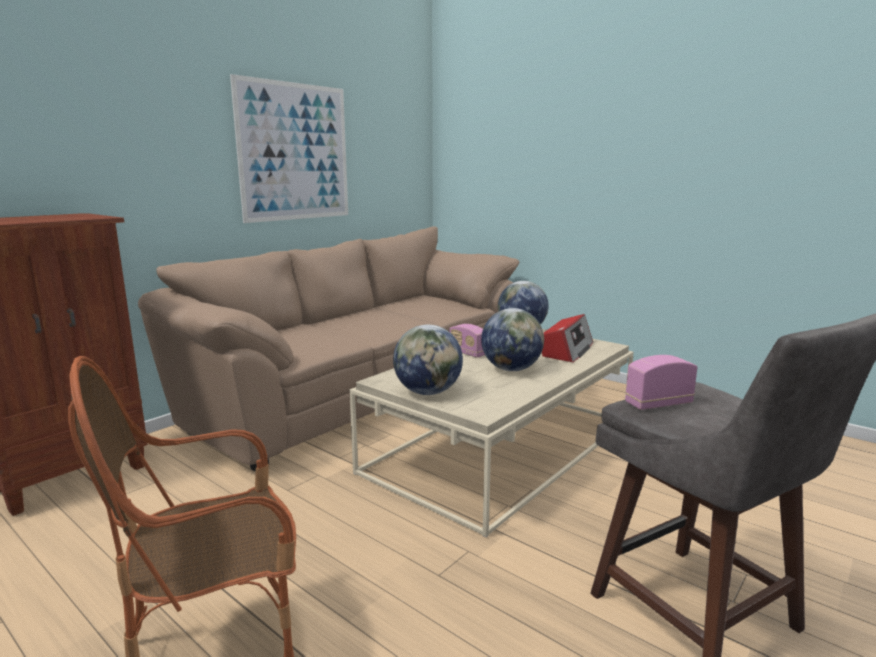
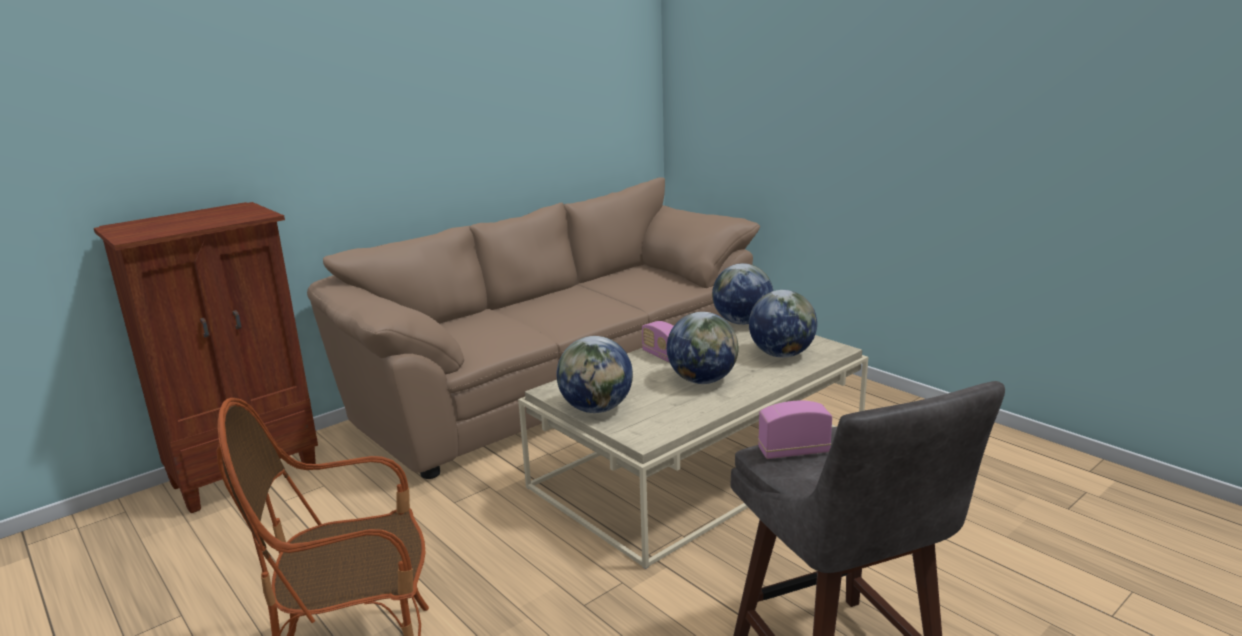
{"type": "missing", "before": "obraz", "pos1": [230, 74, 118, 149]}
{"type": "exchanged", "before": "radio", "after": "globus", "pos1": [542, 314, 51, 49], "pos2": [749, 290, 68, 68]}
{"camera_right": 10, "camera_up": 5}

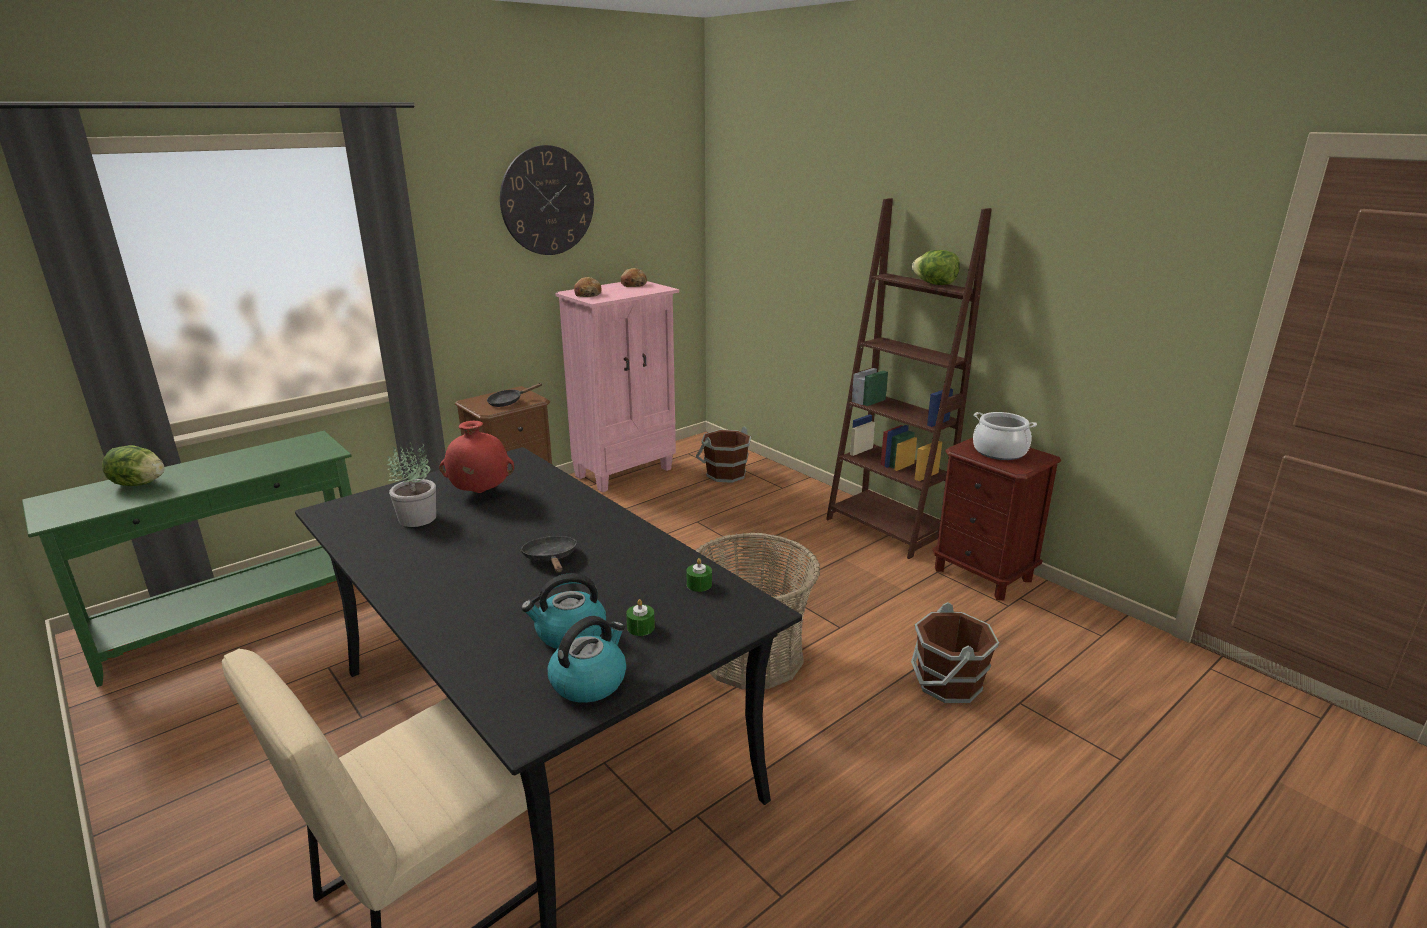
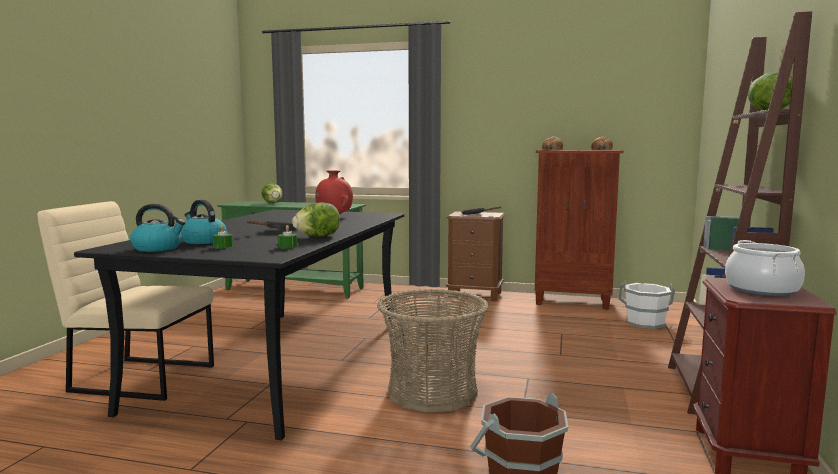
{"type": "missing", "before": "roślina doniczkowa", "pos1": [387, 443, 49, 84]}
{"type": "missing", "before": "zegar ścienny", "pos1": [500, 145, 94, 110]}
{"type": "colour", "before": "szafka/różowy", "after": "szafka/brązowy", "pos1": [555, 281, 124, 211], "pos2": [535, 150, 89, 159]}
{"type": "colour", "before": "wiadro/brązowy", "after": "wiadro/biały", "pos1": [696, 426, 55, 57], "pos2": [619, 280, 56, 49]}
{"type": "appeared", "after": "sałata", "pos2": [292, 202, 48, 35]}
{"camera_right": 55, "camera_up": -15}

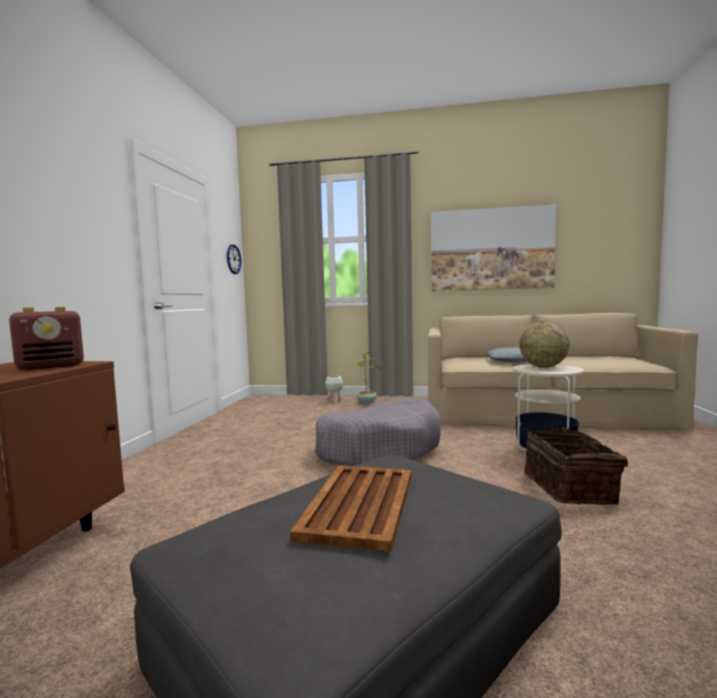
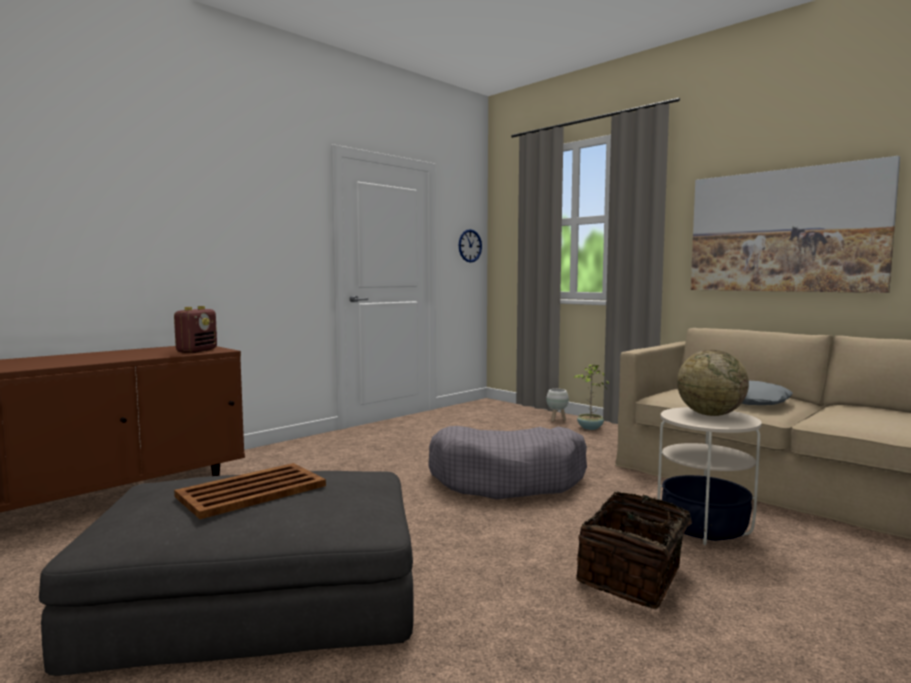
{"type": "spun", "before": "radio", "pos1": [9, 307, 75, 63], "pos2": [174, 306, 43, 47], "turn": -75}
{"camera_right": 35, "camera_up": 0}

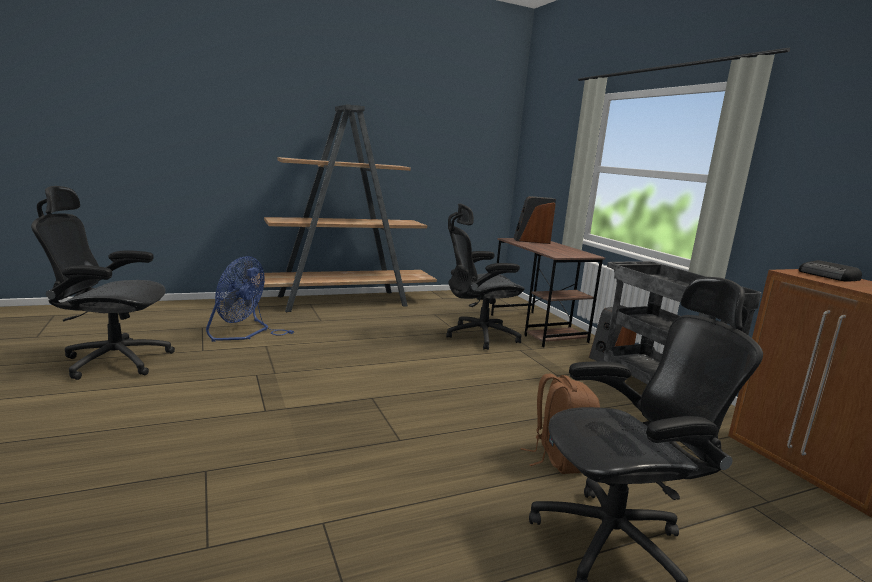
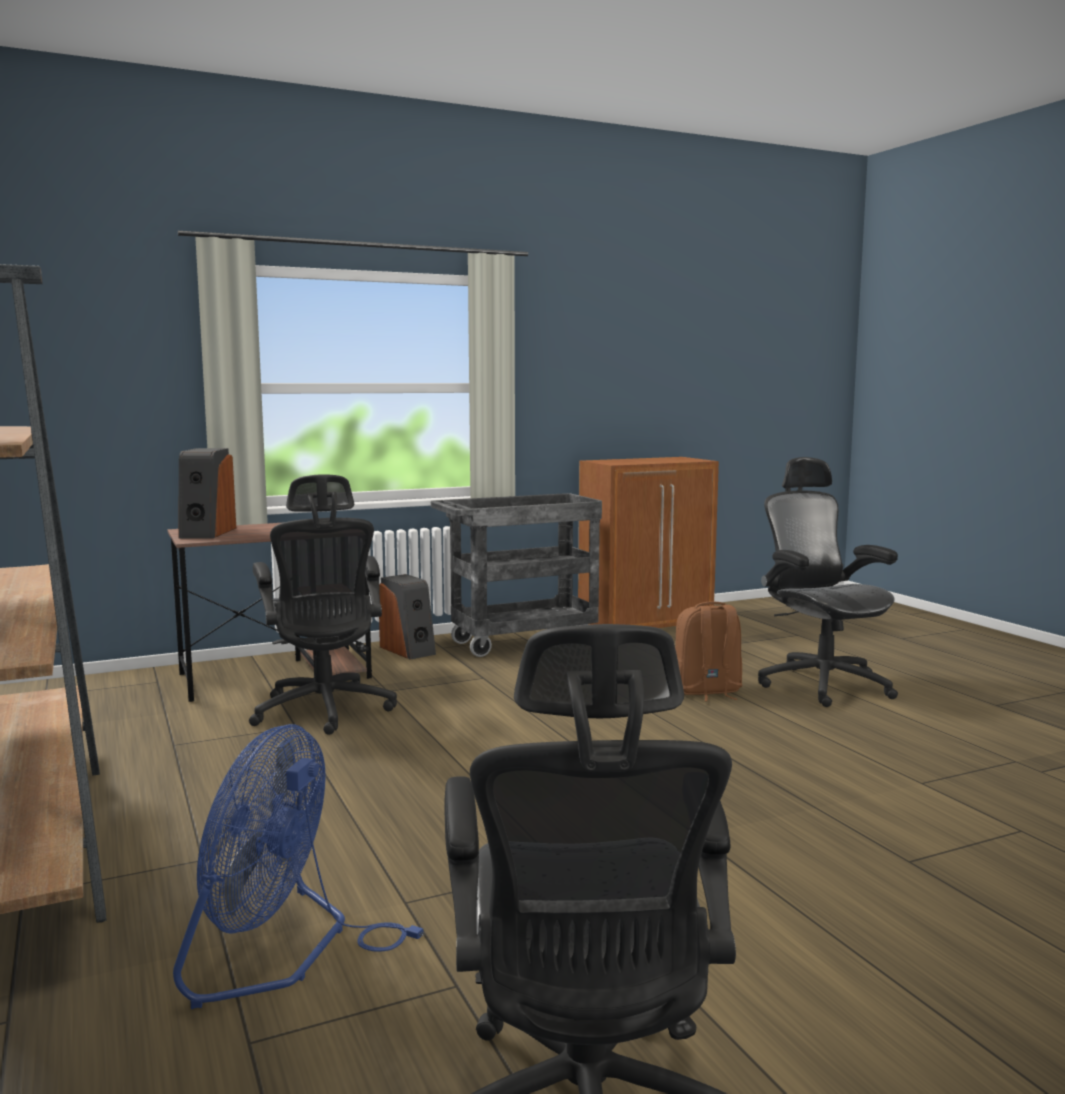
{"type": "spun", "before": "wentylator/niebieski", "pos1": [206, 256, 88, 86], "pos2": [173, 724, 252, 285], "turn": 90}
{"type": "missing", "before": "radio", "pos1": [798, 260, 64, 22]}
{"camera_right": -90, "camera_up": -5}

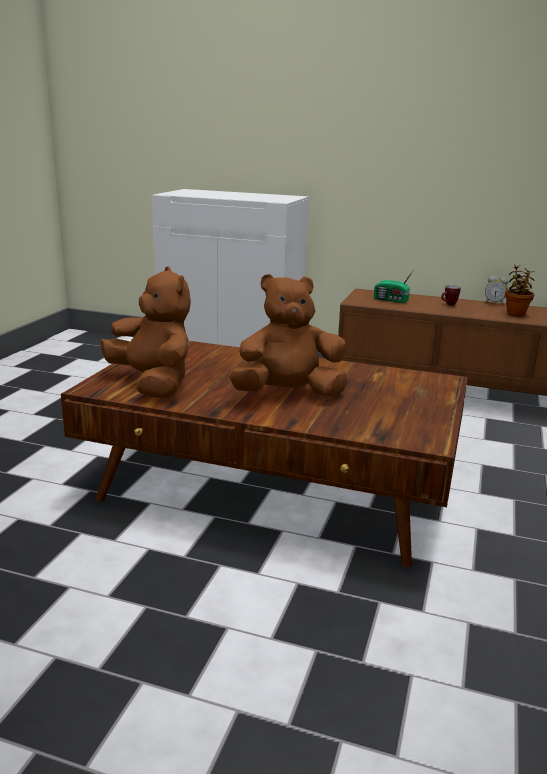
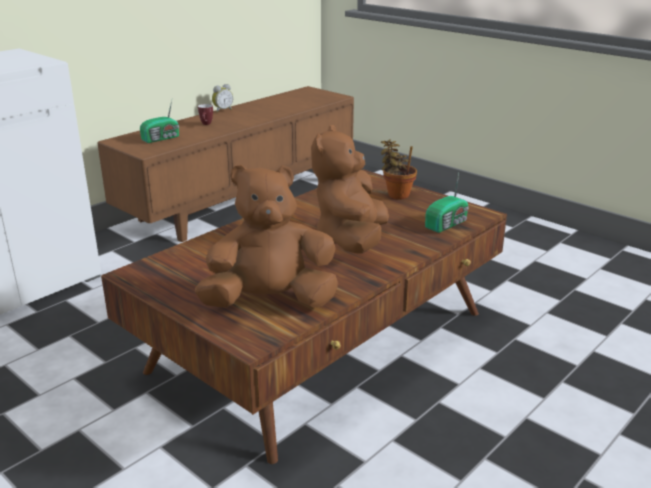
{"type": "relocated", "before": "roślina doniczkowa", "pos1": [505, 265, 30, 52], "pos2": [381, 139, 36, 61]}
{"type": "appeared", "after": "radio", "pos2": [425, 173, 44, 60]}
{"camera_right": -65, "camera_up": 5}

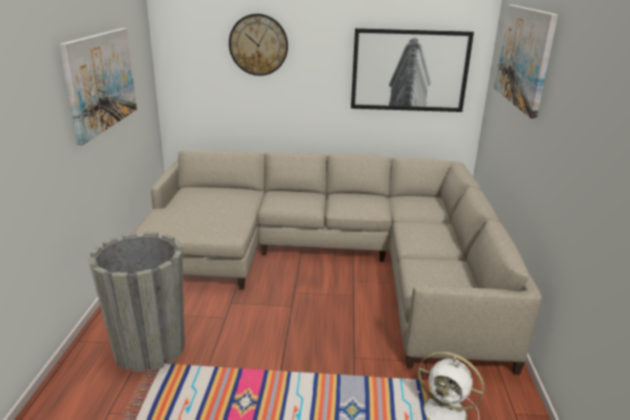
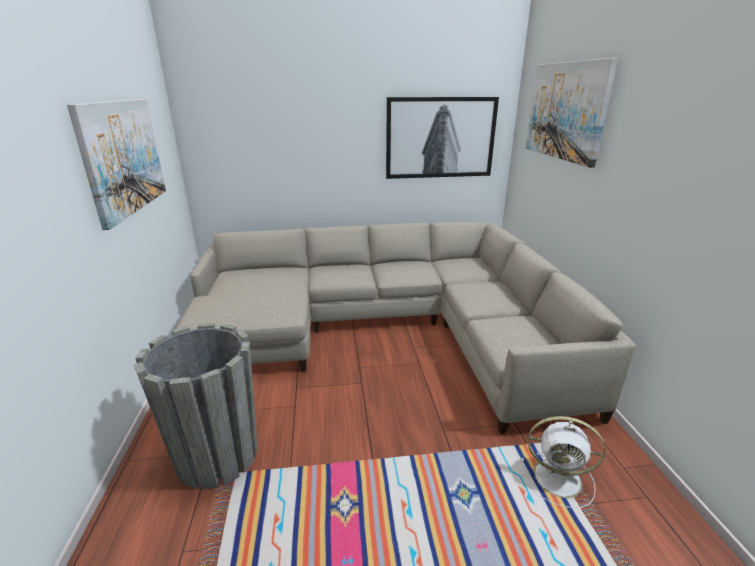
{"type": "missing", "before": "zegar ścienny", "pos1": [229, 14, 59, 62]}
{"camera_right": -10, "camera_up": 0}

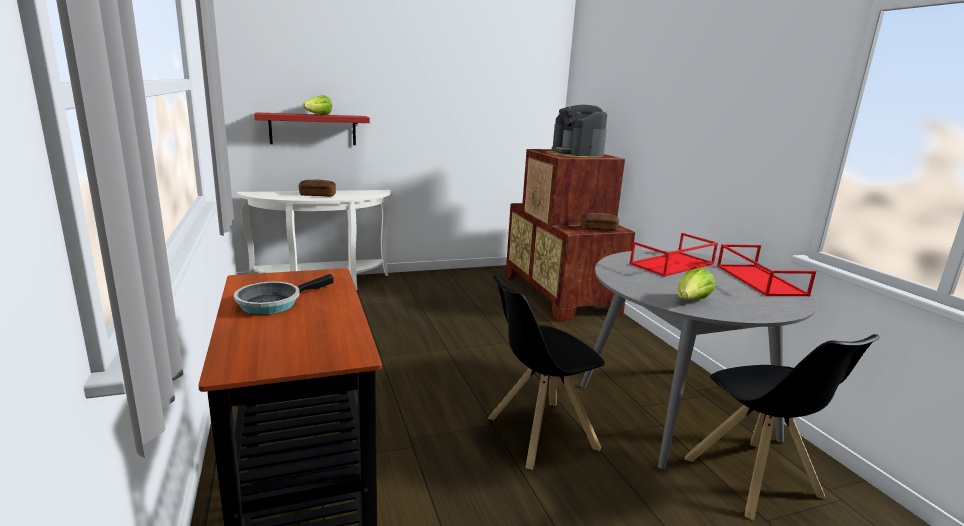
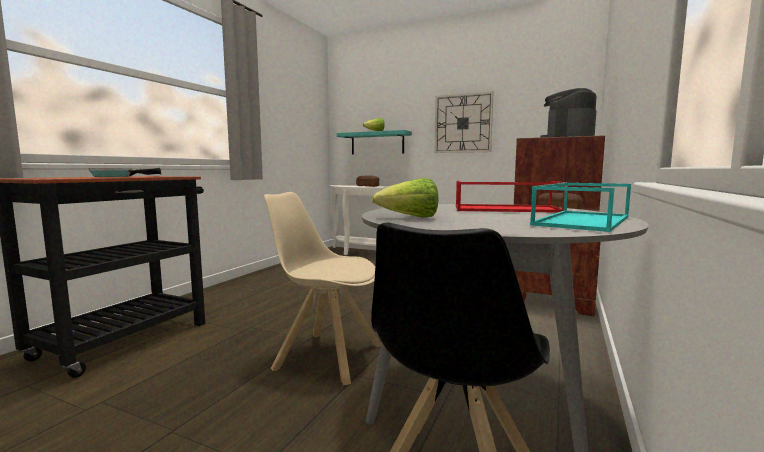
{"type": "colour", "before": "półka/czerwony", "after": "półka/turkusowy", "pos1": [254, 112, 116, 33], "pos2": [337, 130, 75, 24]}
{"type": "colour", "before": "krzesło/czarny", "after": "krzesło/beżowy", "pos1": [488, 275, 117, 195], "pos2": [264, 192, 117, 193]}
{"type": "colour", "before": "taca/czerwony", "after": "taca/turkusowy", "pos1": [717, 244, 99, 52], "pos2": [530, 183, 101, 49]}
{"type": "appeared", "after": "zegar ścienny", "pos2": [434, 91, 60, 62]}
{"camera_right": 45, "camera_up": -10}

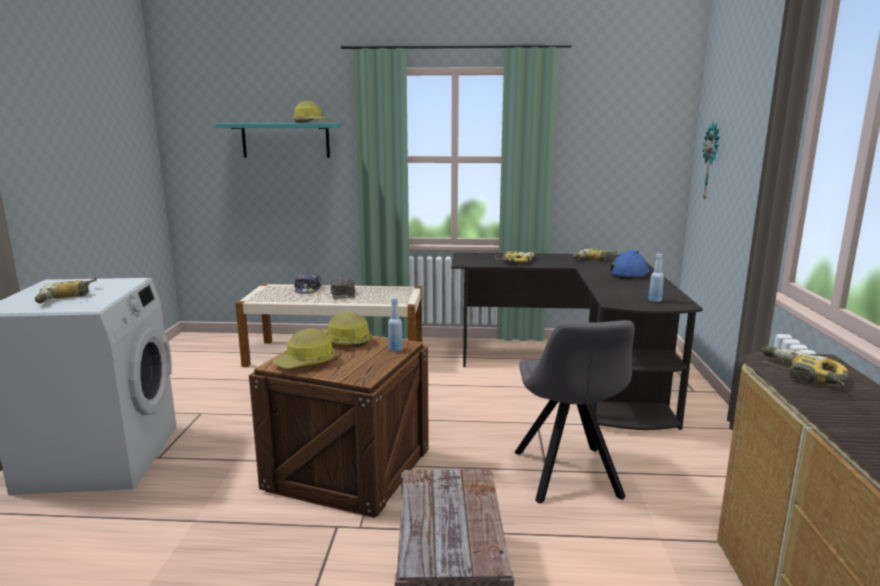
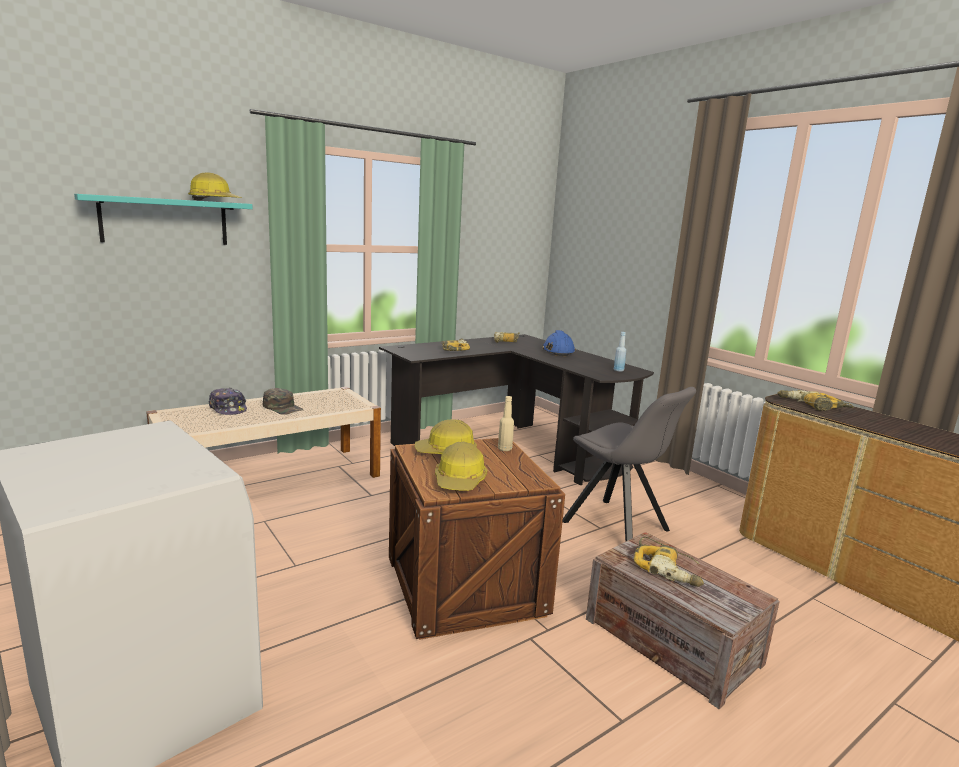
{"type": "relocated", "before": "wiertarka", "pos1": [35, 277, 62, 26], "pos2": [634, 537, 70, 50]}
{"type": "colour", "before": "butelka/niebieski", "after": "butelka/beżowy", "pos1": [388, 297, 15, 55], "pos2": [498, 396, 16, 55]}
{"type": "missing", "before": "zegar ścienny", "pos1": [703, 122, 17, 79]}
{"camera_right": -40, "camera_up": 0}

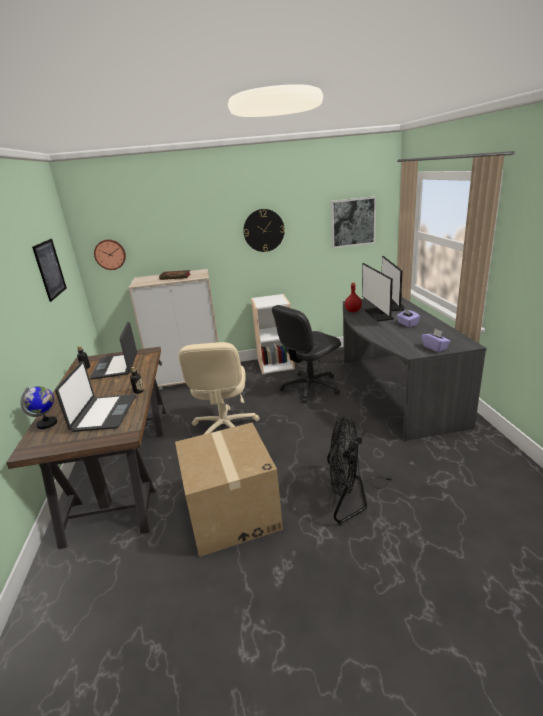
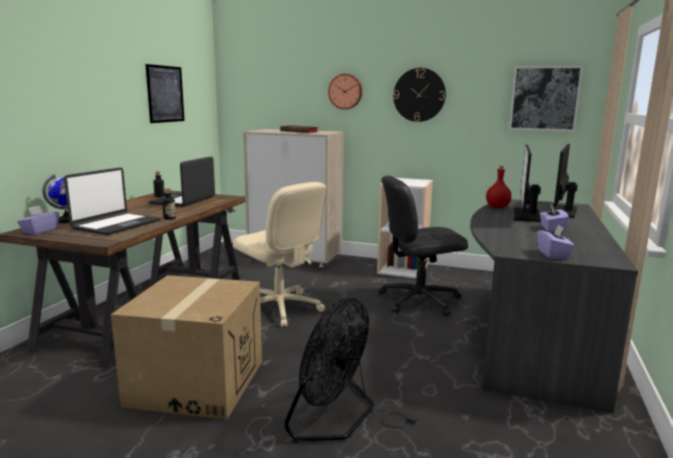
{"type": "relocated", "before": "zegar ścienny", "pos1": [94, 239, 32, 31], "pos2": [328, 74, 34, 36]}
{"type": "spun", "before": "krzesło biurowe/beżowy", "pos1": [178, 342, 82, 93], "pos2": [233, 182, 93, 145], "turn": -75}
{"type": "appeared", "after": "pudełko chusteczek/fioletowy", "pos2": [17, 205, 42, 30]}
{"camera_right": 25, "camera_up": -10}

